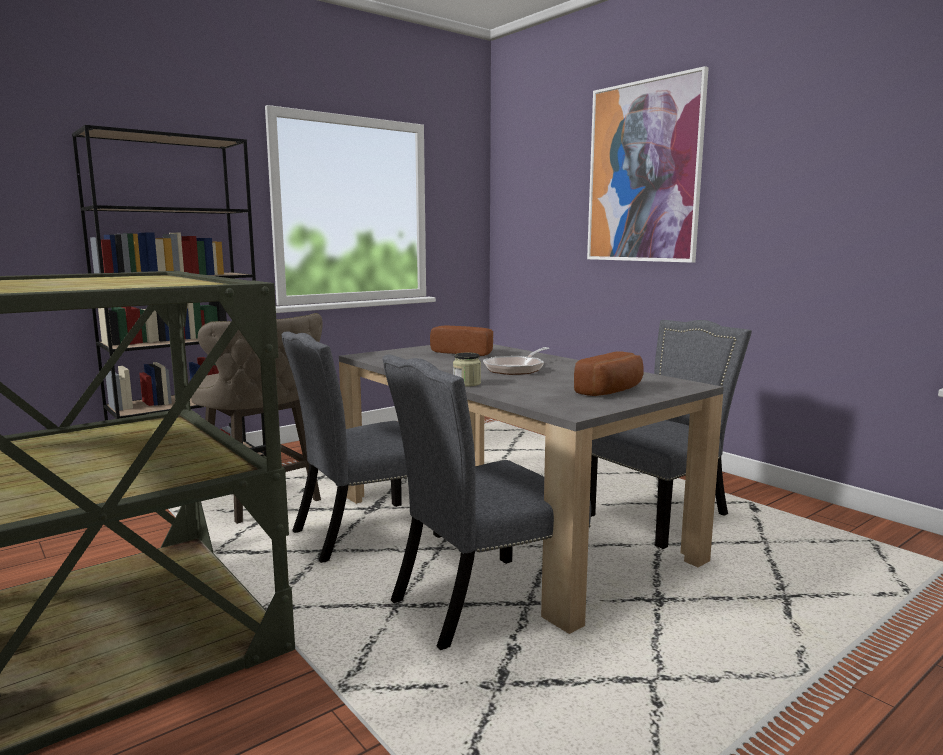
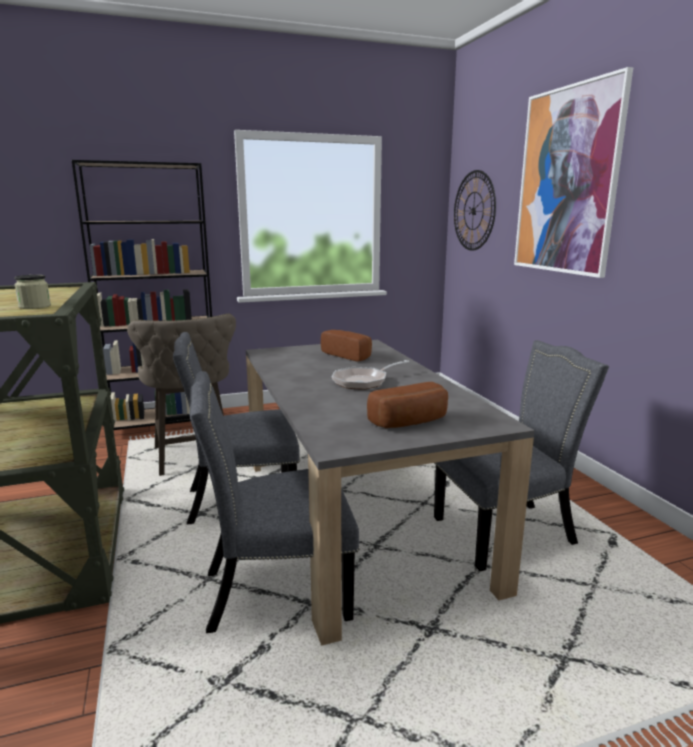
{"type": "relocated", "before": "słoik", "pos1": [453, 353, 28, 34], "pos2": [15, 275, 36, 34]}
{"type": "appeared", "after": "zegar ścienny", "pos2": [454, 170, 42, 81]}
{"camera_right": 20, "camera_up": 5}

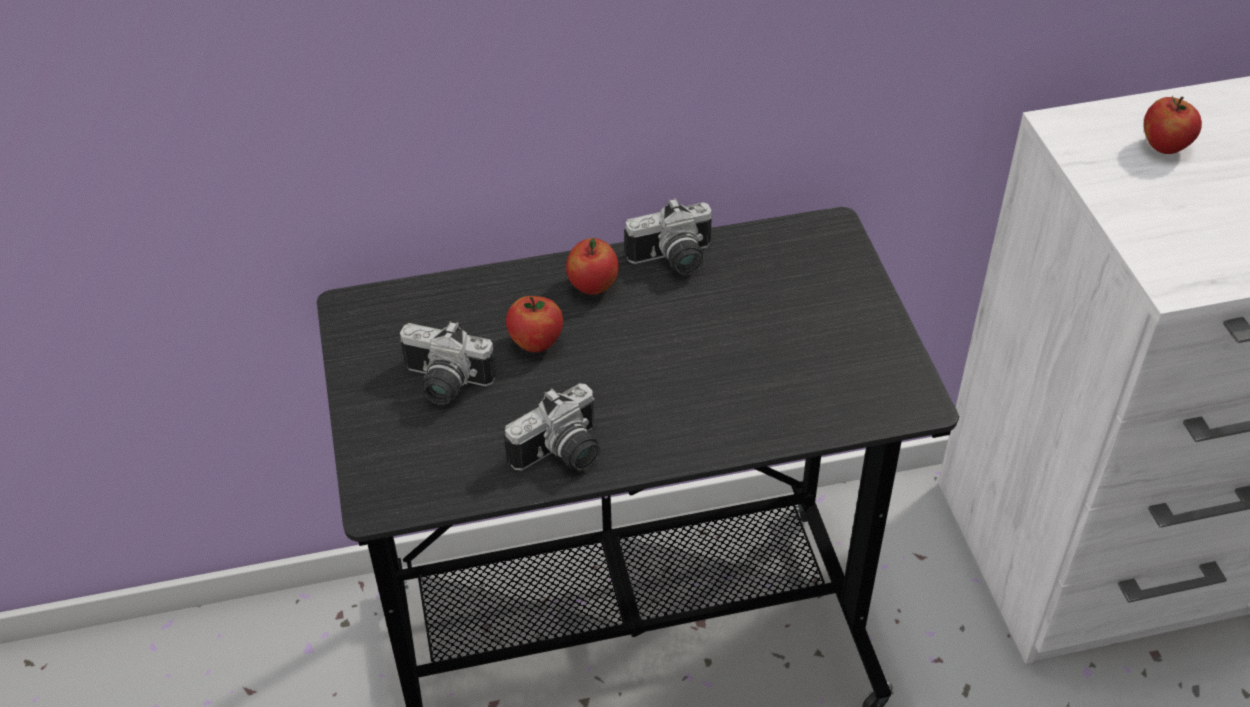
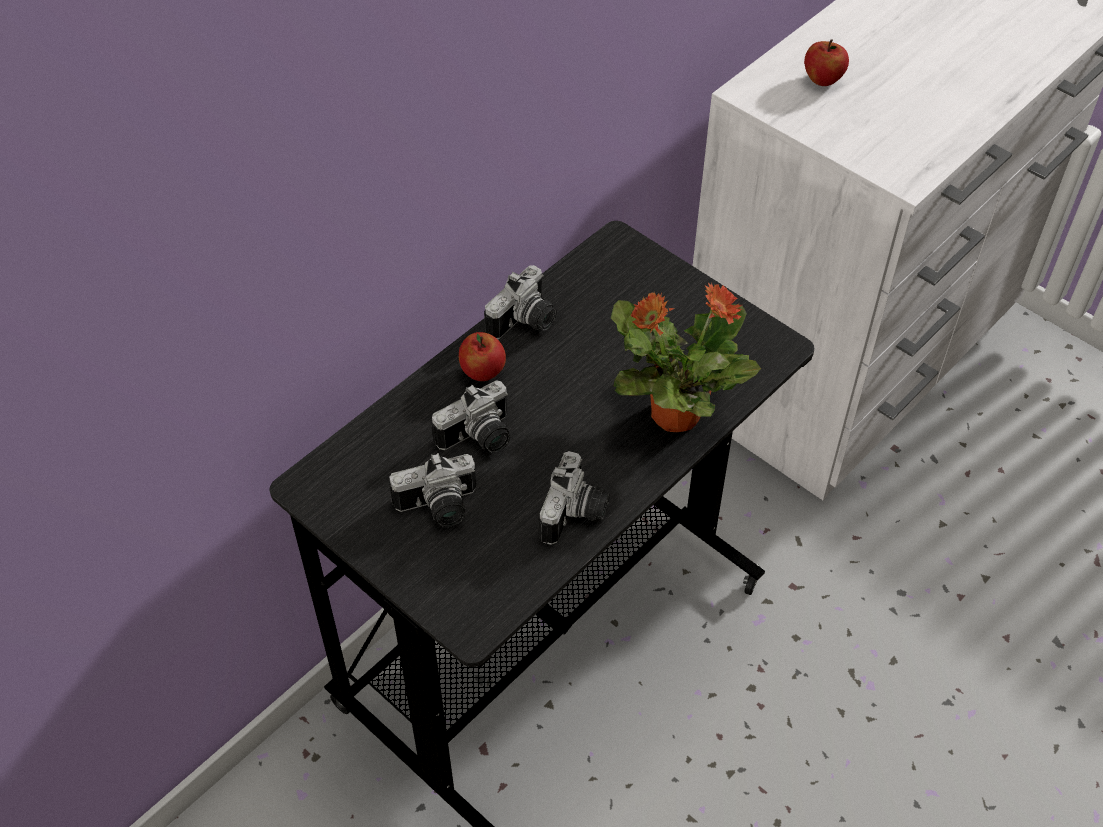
{"type": "exchanged", "before": "jabłko", "after": "aparat fotograficzny", "pos1": [506, 296, 57, 56], "pos2": [431, 381, 79, 72]}
{"type": "appeared", "after": "roślina doniczkowa", "pos2": [611, 283, 150, 149]}
{"camera_right": -35, "camera_up": 5}

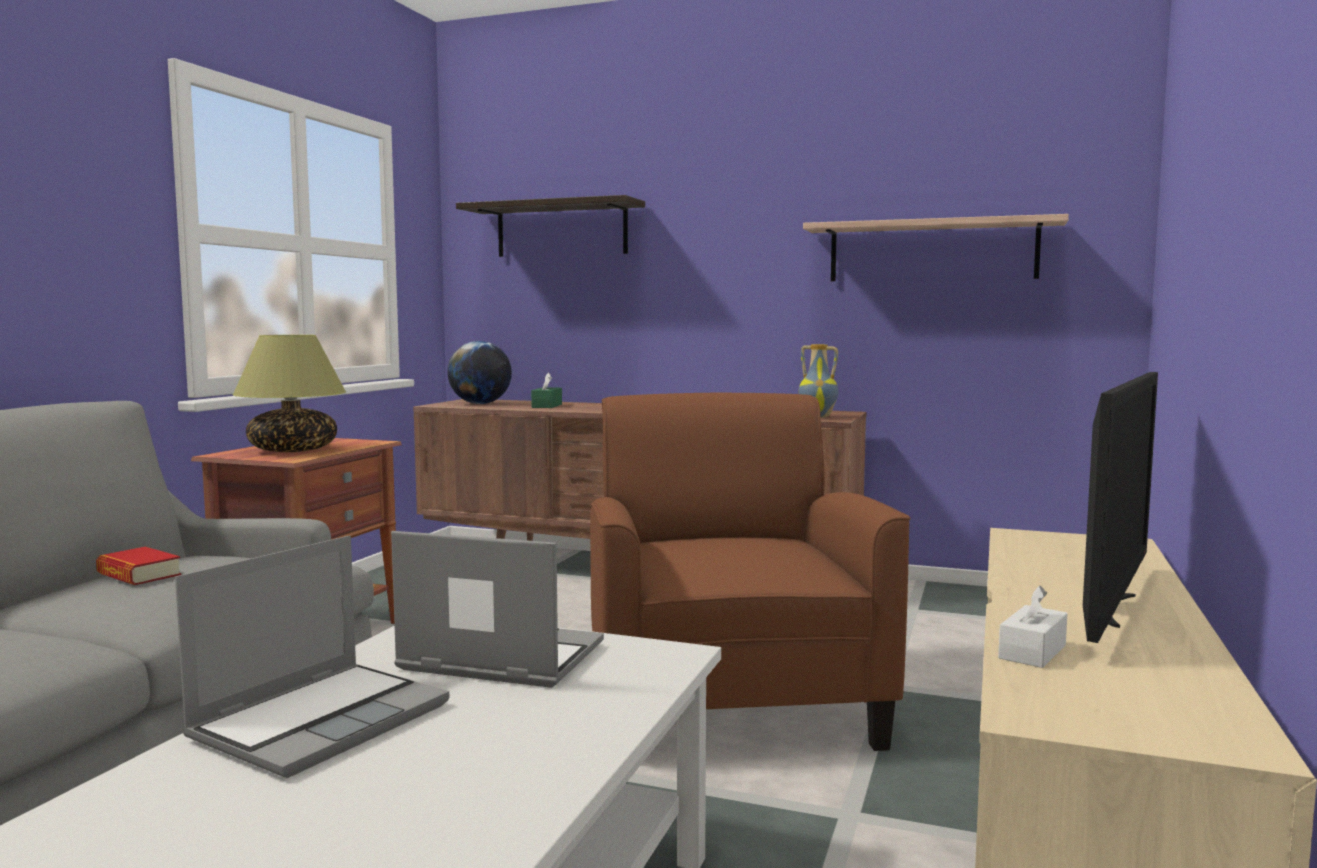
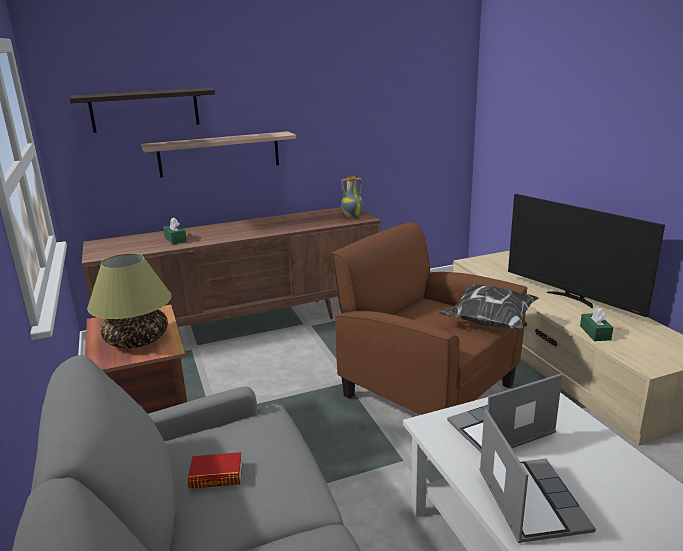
{"type": "missing", "before": "globus", "pos1": [447, 341, 65, 63]}
{"type": "relocated", "before": "półka", "pos1": [803, 214, 266, 67], "pos2": [142, 131, 154, 47]}
{"type": "colour", "before": "pudełko chusteczek/biały", "after": "pudełko chusteczek/zielony", "pos1": [998, 585, 69, 83], "pos2": [580, 307, 33, 34]}
{"type": "spun", "before": "telewizor", "pos1": [1083, 372, 75, 271], "pos2": [508, 194, 157, 123], "turn": 150}
{"type": "appeared", "after": "poduszka", "pos2": [439, 285, 100, 44]}
{"camera_right": -40, "camera_up": 15}

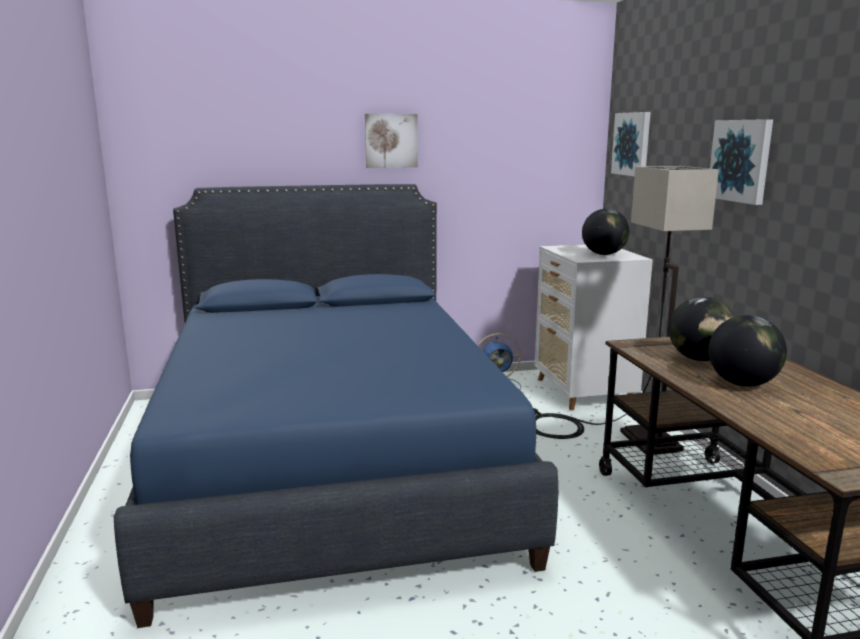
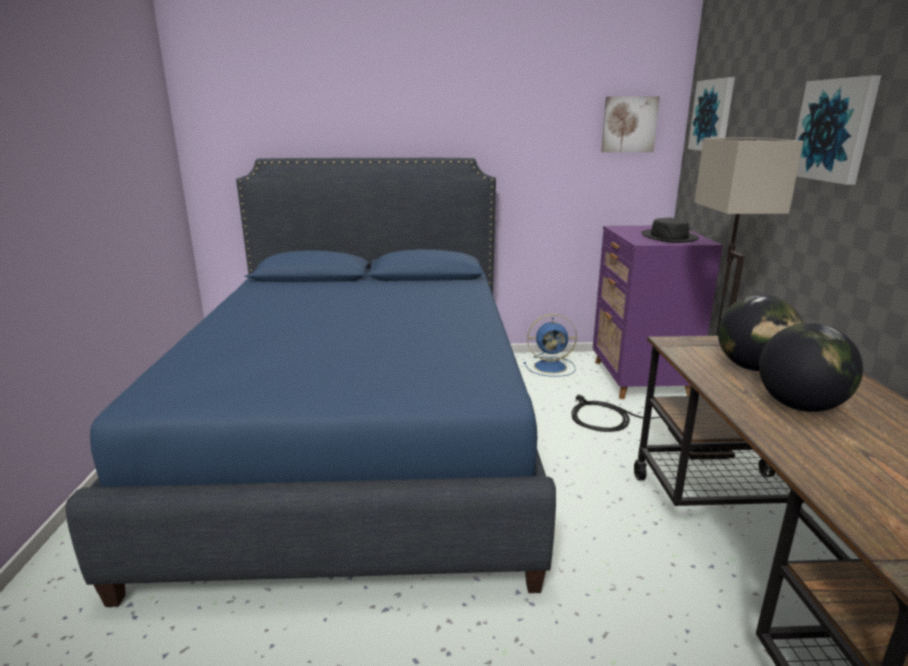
{"type": "relocated", "before": "obraz", "pos1": [365, 114, 53, 54], "pos2": [601, 96, 59, 56]}
{"type": "colour", "before": "komoda/biały", "after": "komoda/fioletowy", "pos1": [535, 244, 118, 166], "pos2": [593, 226, 130, 173]}
{"type": "exchanged", "before": "globus", "after": "kapelusz/czarny", "pos1": [582, 209, 47, 46], "pos2": [641, 217, 58, 26]}
{"camera_right": 10, "camera_up": 5}

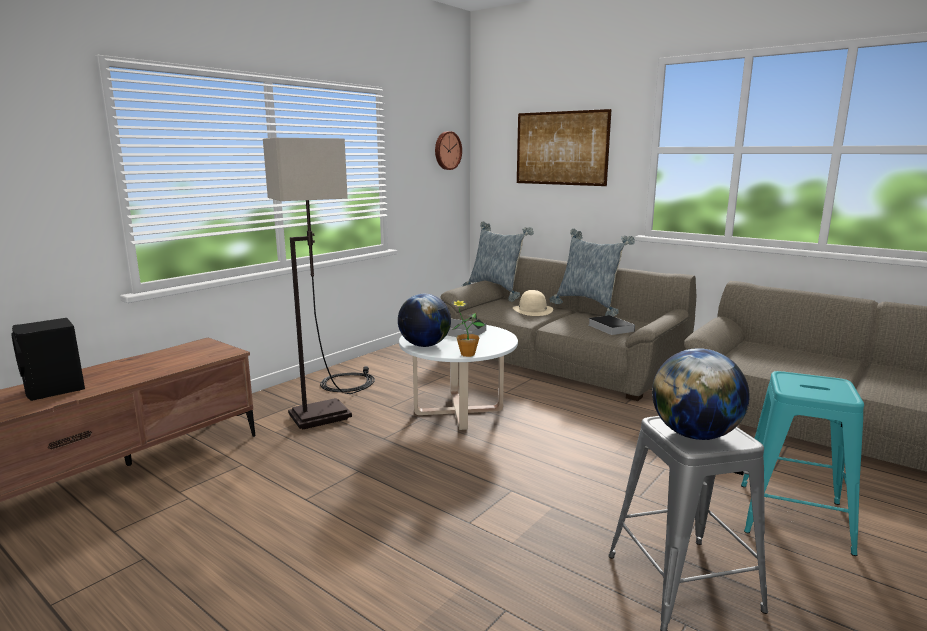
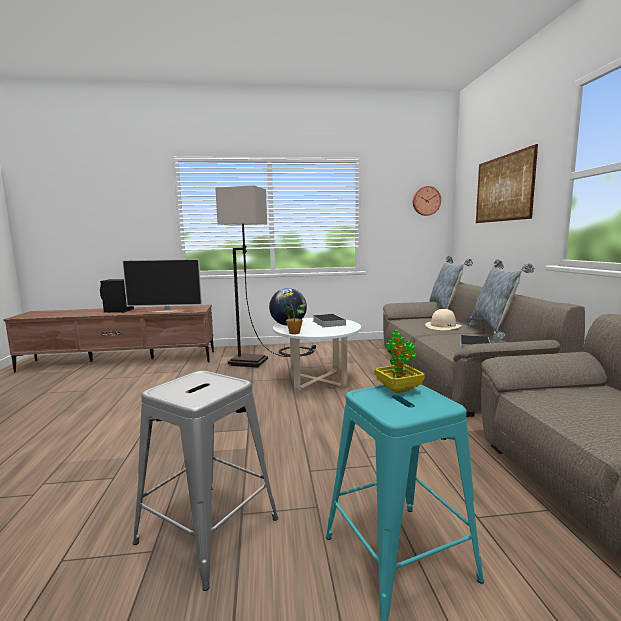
{"type": "missing", "before": "globus", "pos1": [652, 348, 98, 92]}
{"type": "appeared", "after": "telewizor", "pos2": [122, 259, 80, 53]}
{"type": "appeared", "after": "roślina doniczkowa", "pos2": [374, 330, 51, 63]}
{"camera_right": 45, "camera_up": -5}

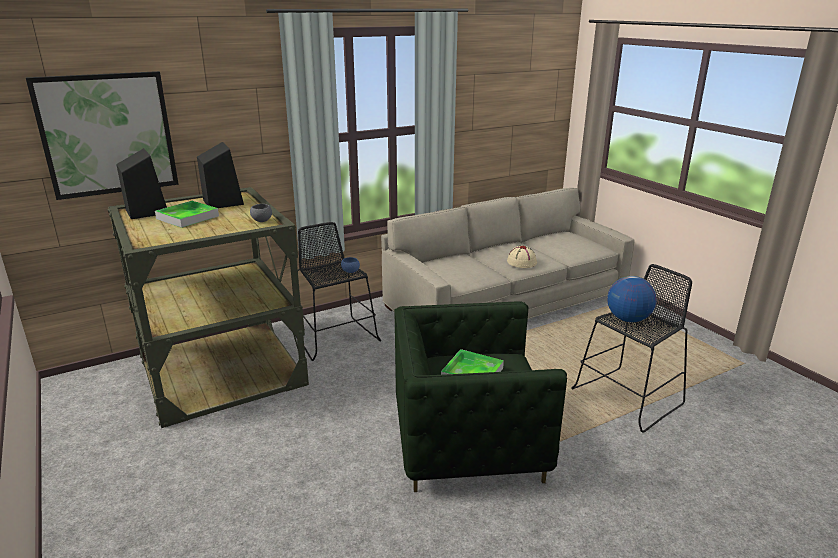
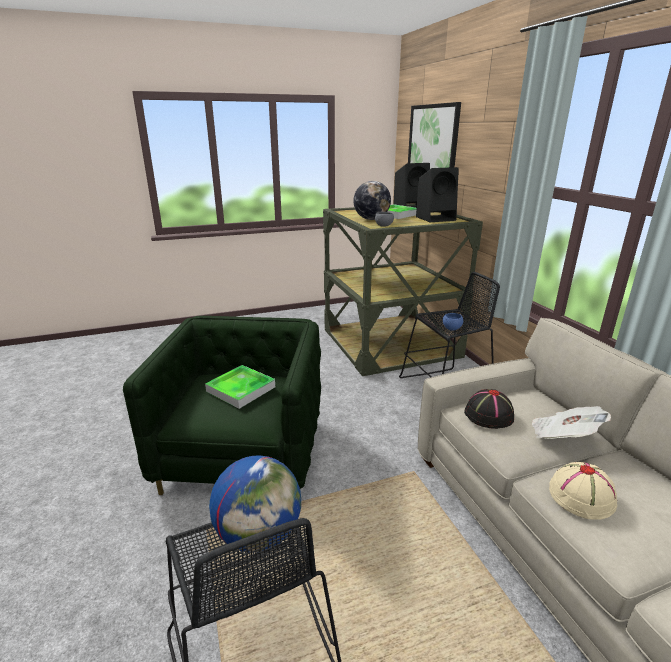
{"type": "appeared", "after": "globus", "pos2": [353, 181, 38, 39]}
{"type": "appeared", "after": "kapelusz/czarny", "pos2": [464, 389, 50, 40]}
{"type": "appeared", "after": "gazeta", "pos2": [532, 406, 79, 33]}
{"camera_right": 100, "camera_up": 0}

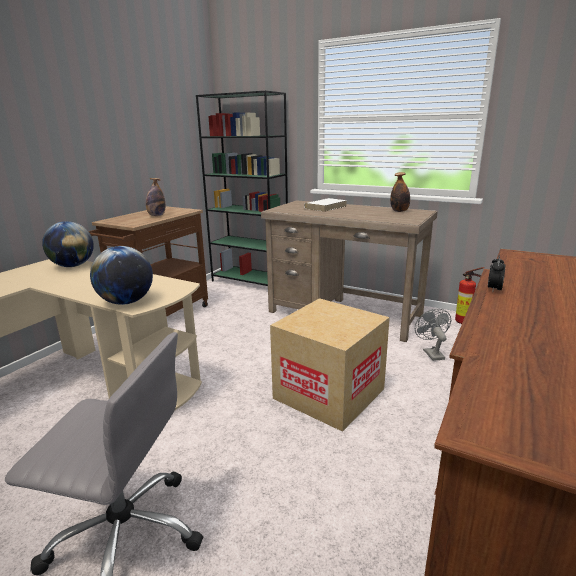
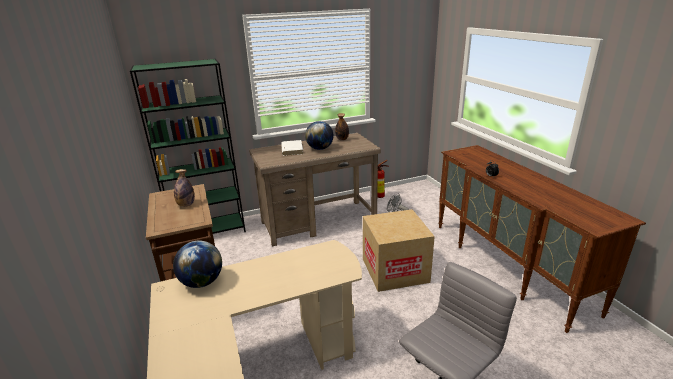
{"type": "relocated", "before": "globus", "pos1": [90, 246, 63, 59], "pos2": [305, 121, 29, 29]}
{"camera_right": -50, "camera_up": 5}

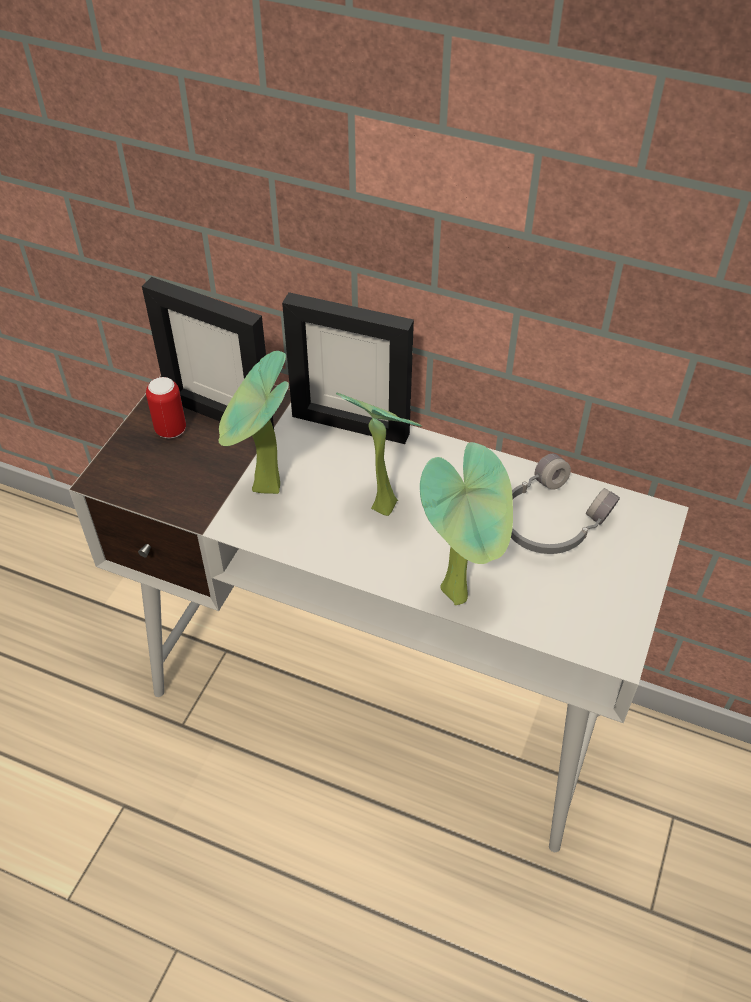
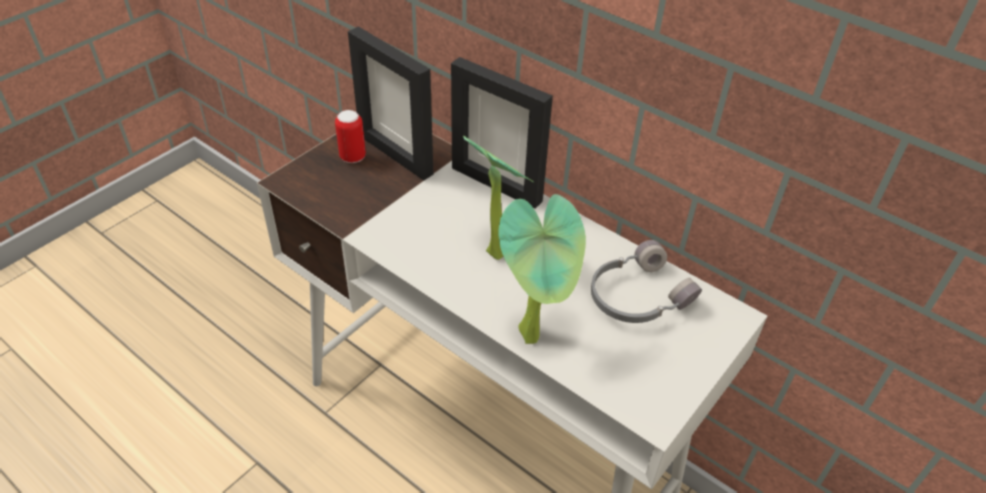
{"type": "missing", "before": "roślina doniczkowa", "pos1": [218, 351, 71, 143]}
{"camera_right": 15, "camera_up": -5}

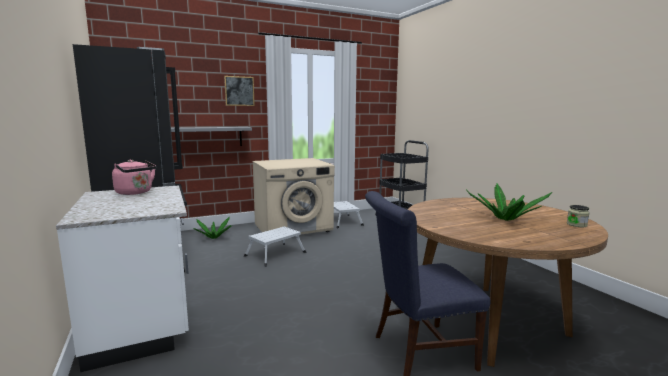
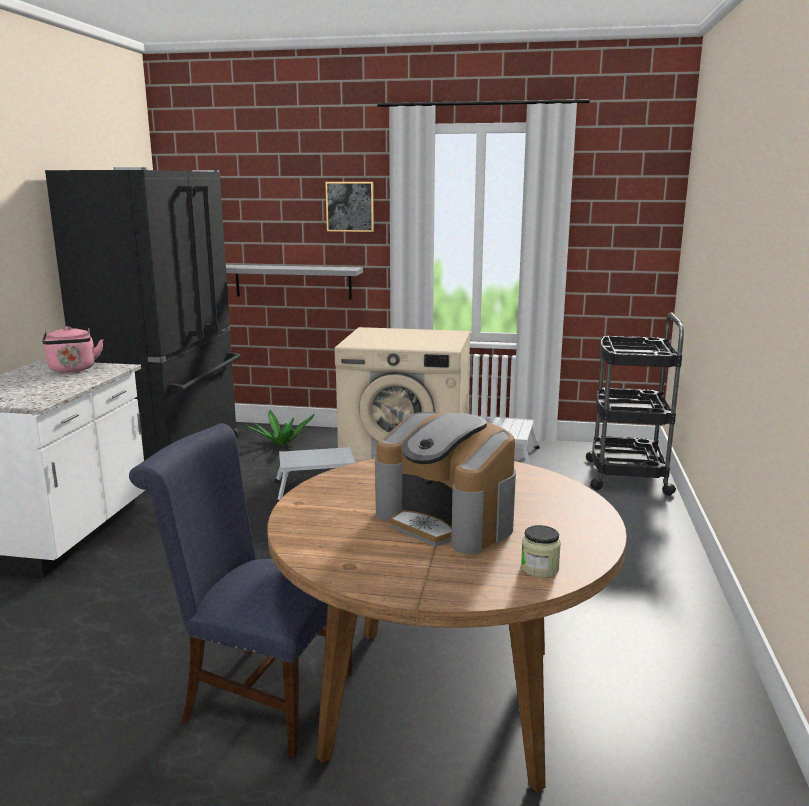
{"type": "exchanged", "before": "roślina doniczkowa", "after": "ekspres do kawy", "pos1": [466, 184, 86, 37], "pos2": [375, 412, 141, 142]}
{"camera_right": 35, "camera_up": 5}

